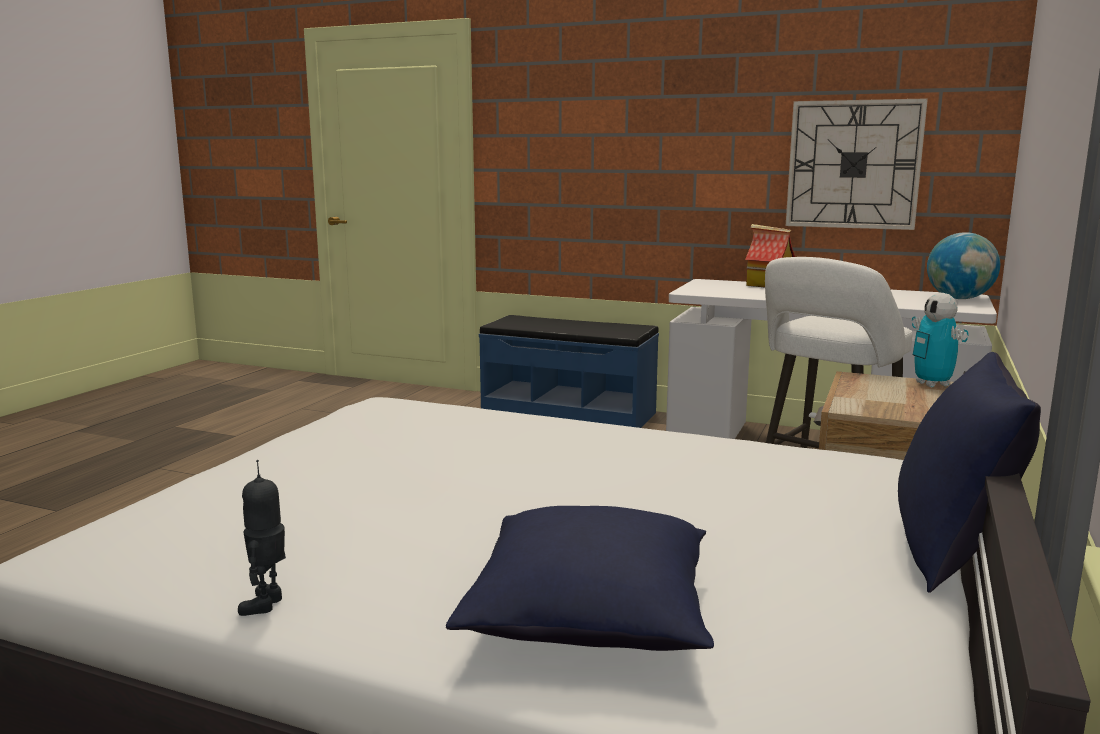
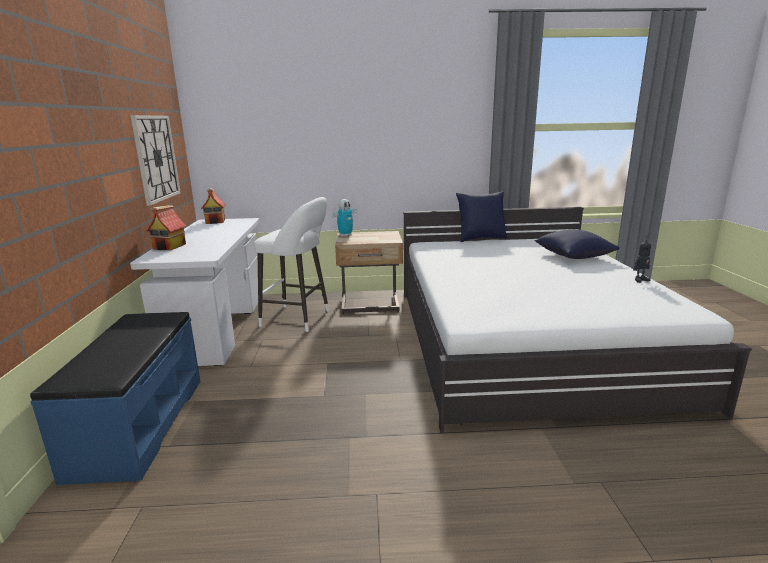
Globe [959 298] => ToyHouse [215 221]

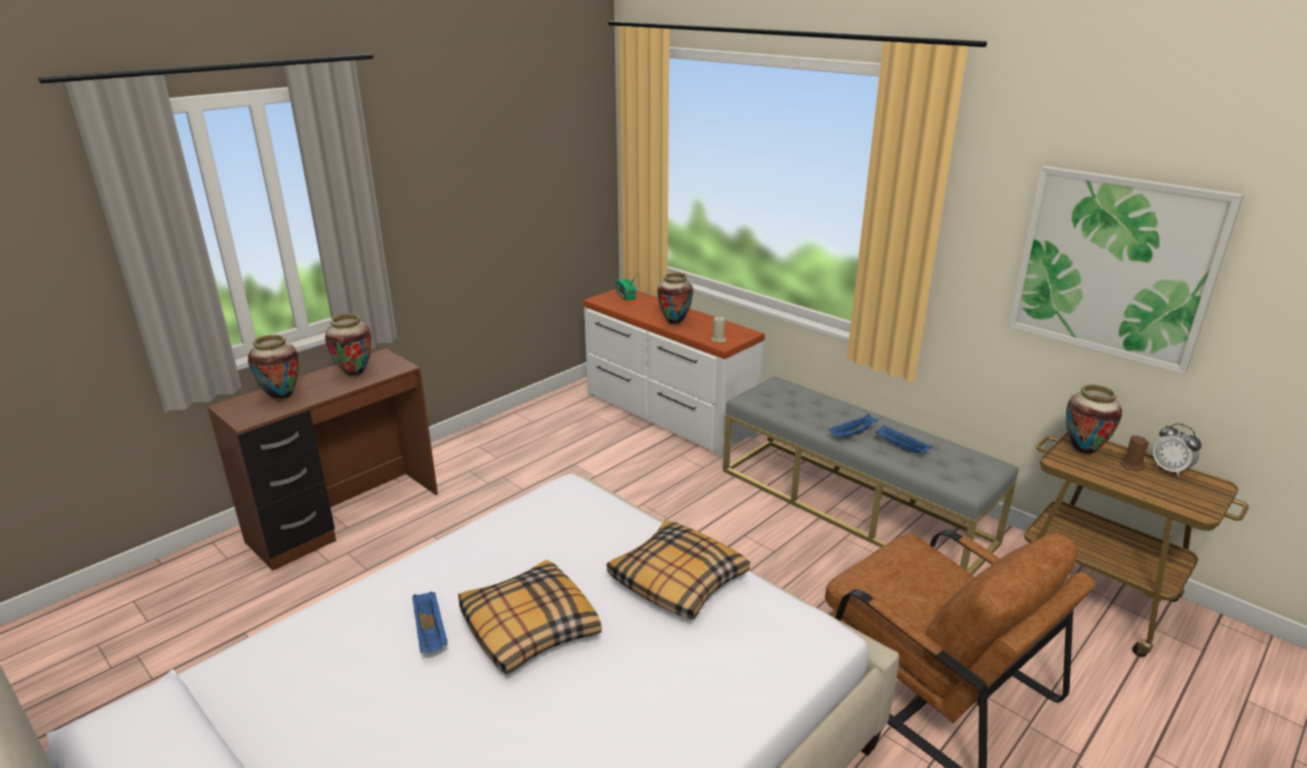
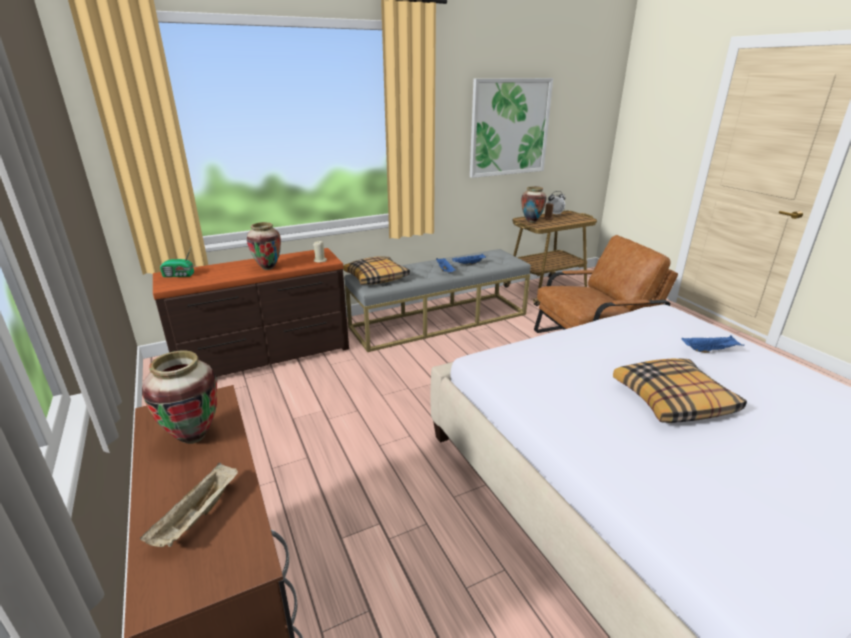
Vase [281 397] => BeigeTray [197 517]
BlueTray [431 633] => BlueTray [709 350], shifted
WhiteDresser [667 415] => BrownDresser [265 356]
Pillow [677 581] => Pillow [376 278], shifted

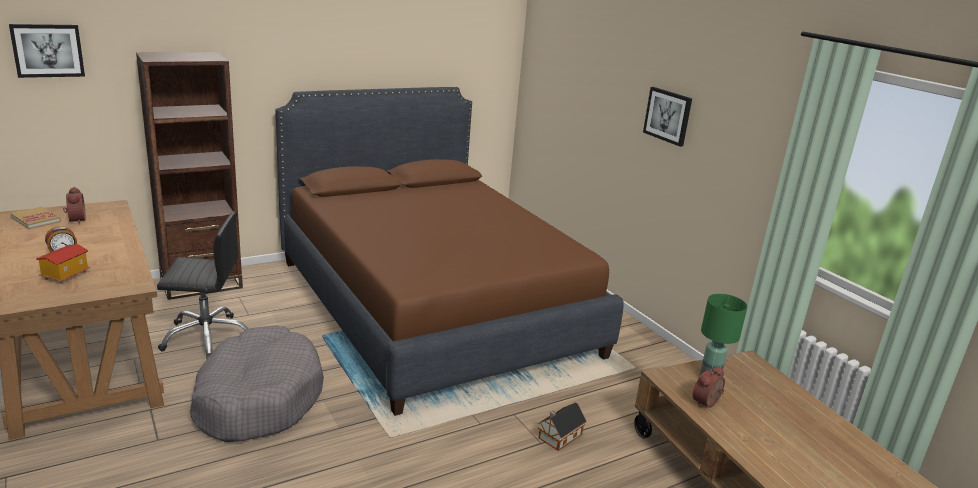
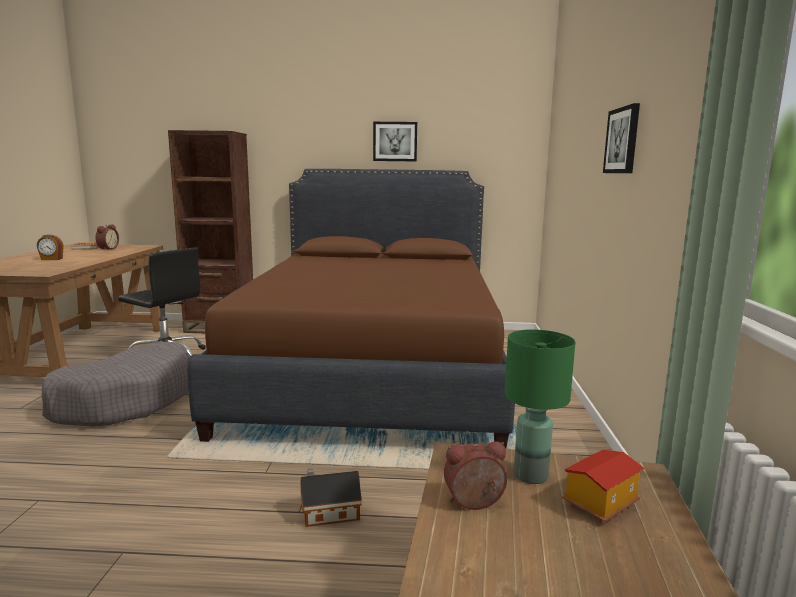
Picture [48 50] => Picture [395 141], shifted
ToyHouse [65 275] => ToyHouse [599 504], shifted

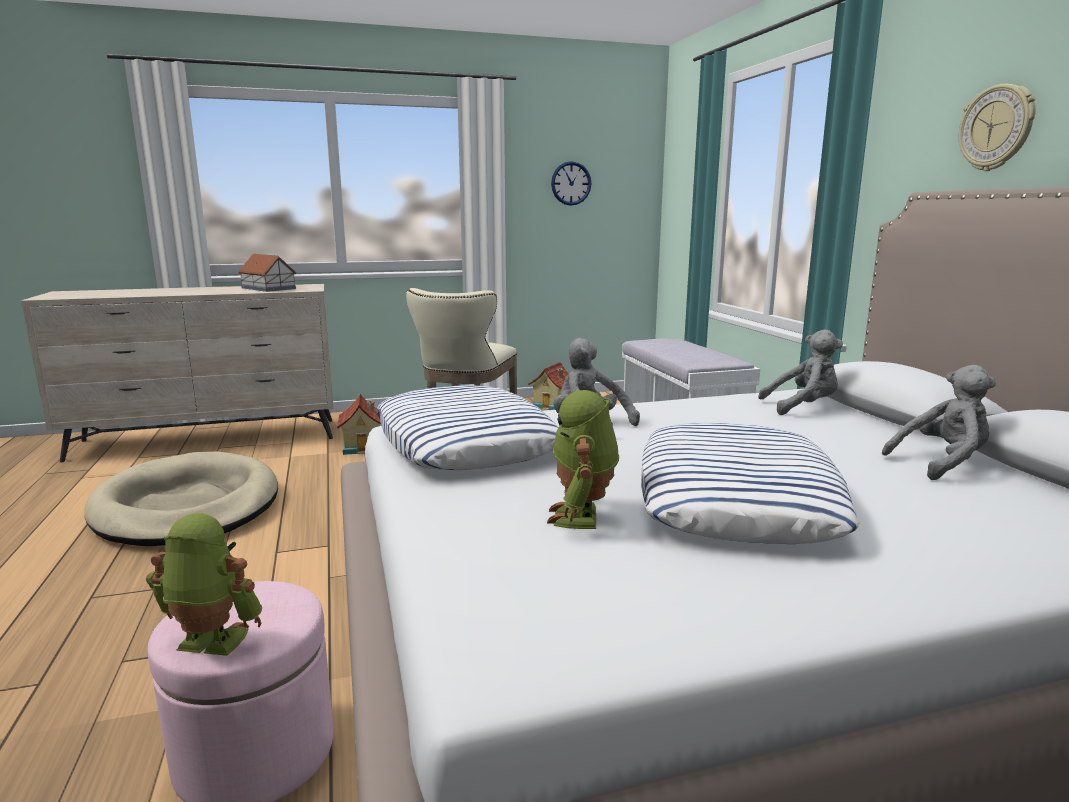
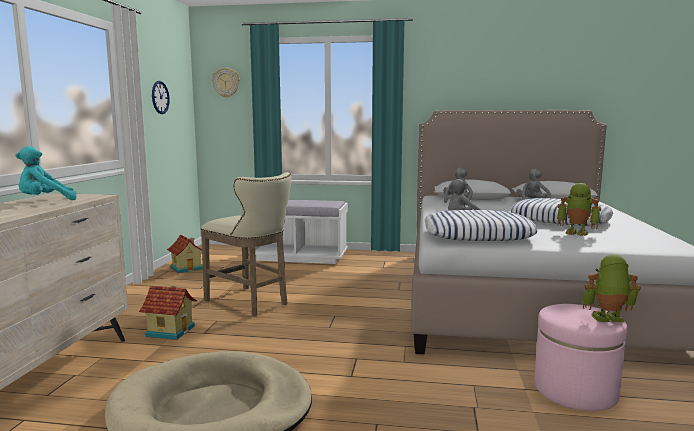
ToyRobot [209 644] => ToyRobot [608 319], 60 degrees clockwise
ToyHouse [268 288] => TurquoisePlushToy [45 201]
WallClock [996 128] => WallClock [226 82], shifted

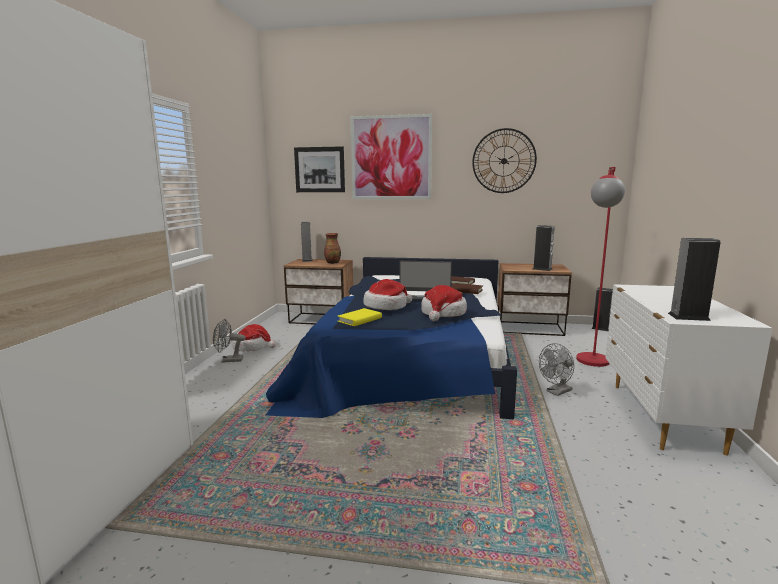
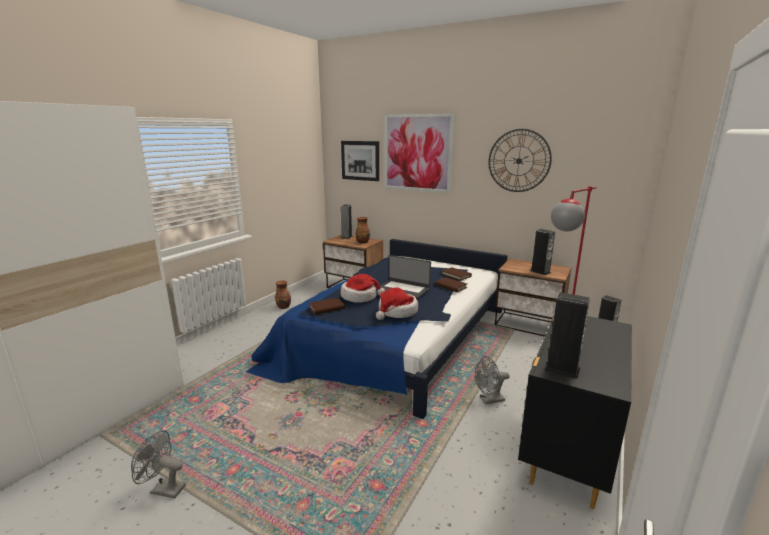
GreyFan [228 360] => GreyFan [163 489], shifted
Hat [252 346] => Vase [284 307]
YellowBook [360 320] => BrownBook [326 308]
WhiteDresser [662 417] => BlackDresser [567 450]

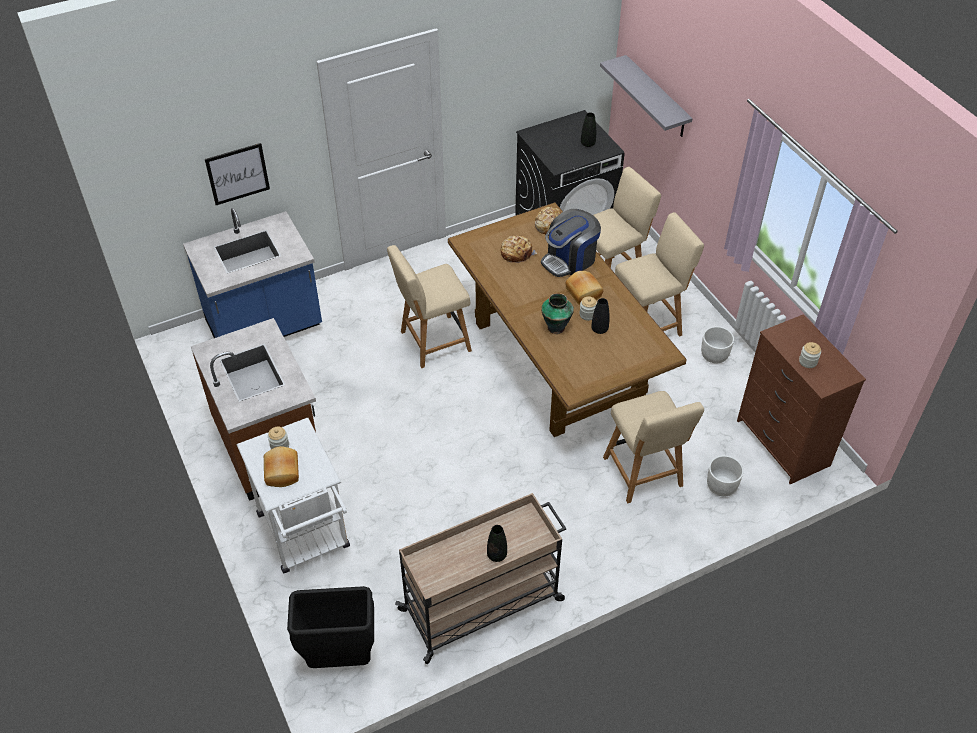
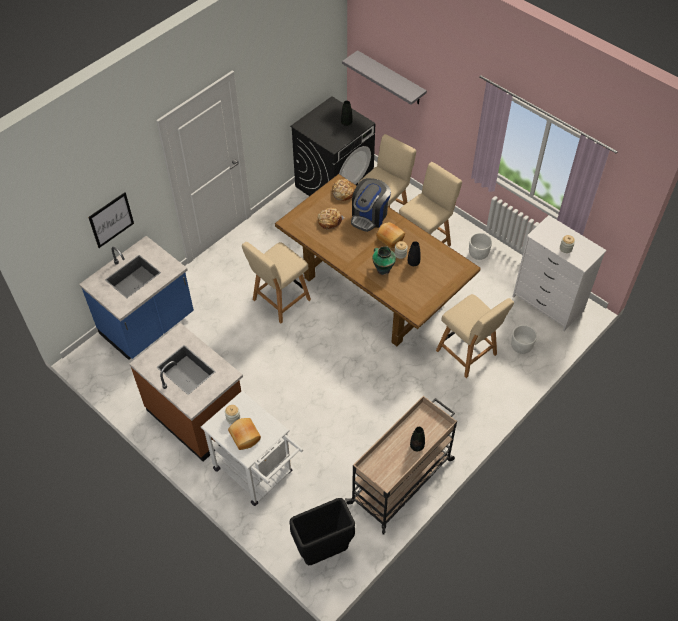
BrownDresser [782 443] => WhiteDresser [547 303]

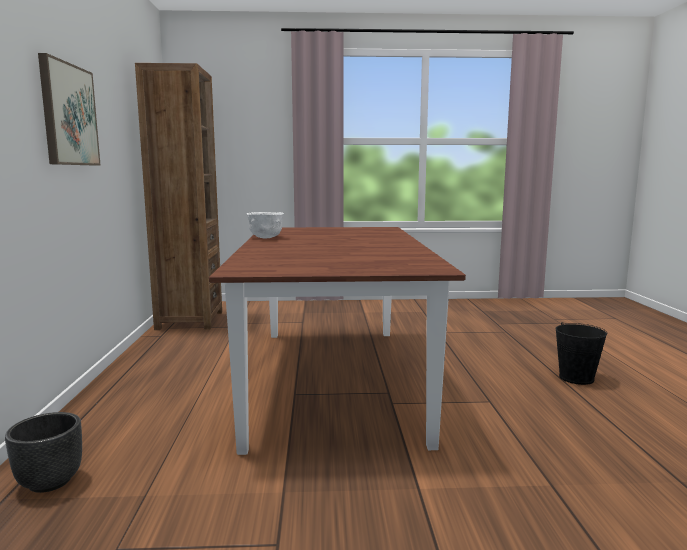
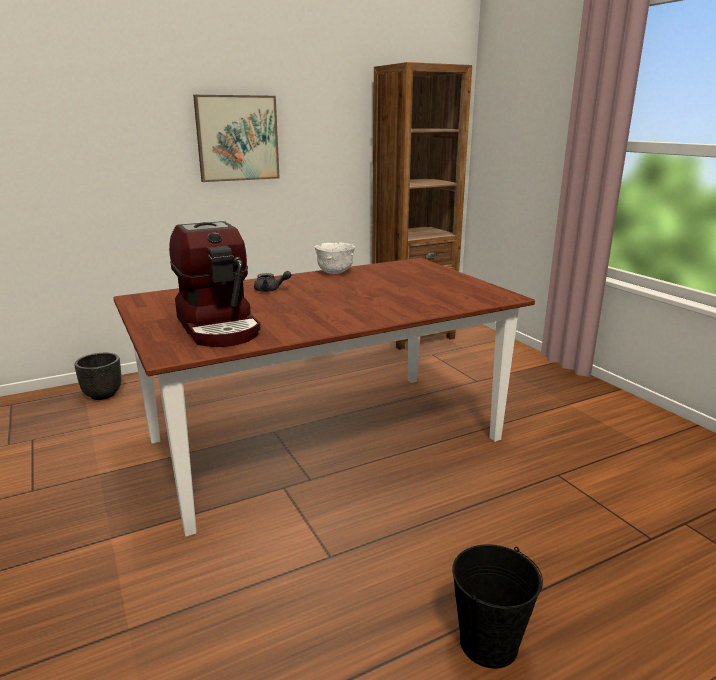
nothing => CoffeeMachine [219 327]
nothing => GreyTeapot [270 290]

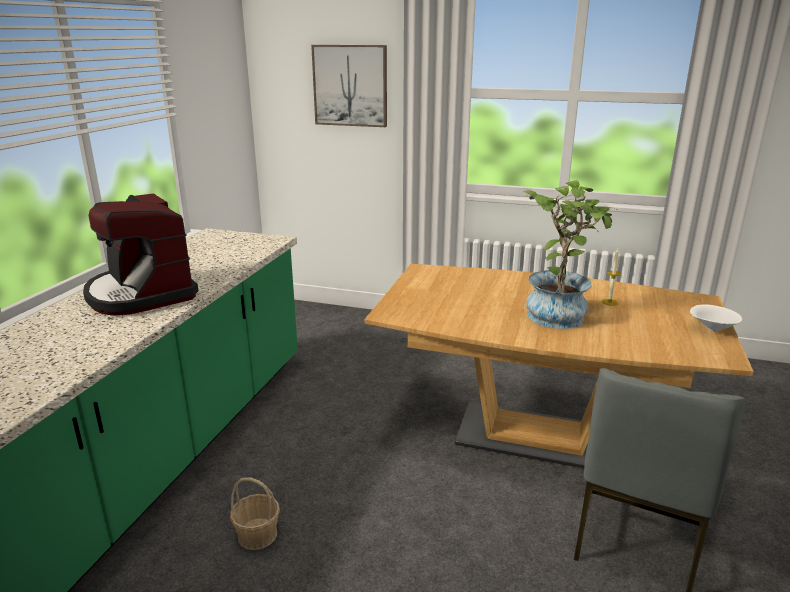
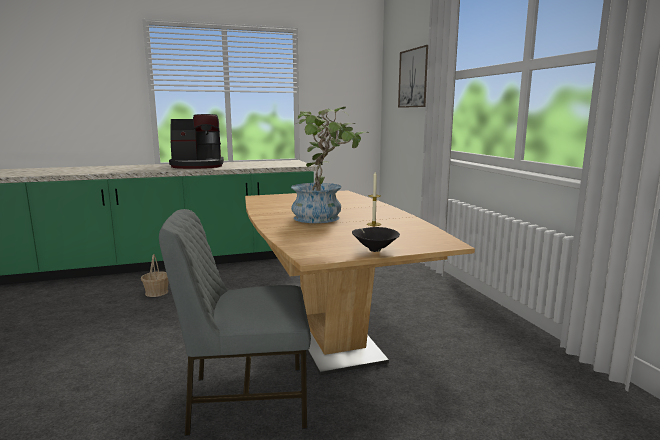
CoffeeMachine [141 294] => CoffeeMachine [198 166], 120 degrees counterclockwise
WhiteBowl [711 329] => BlackBowl [374 250]

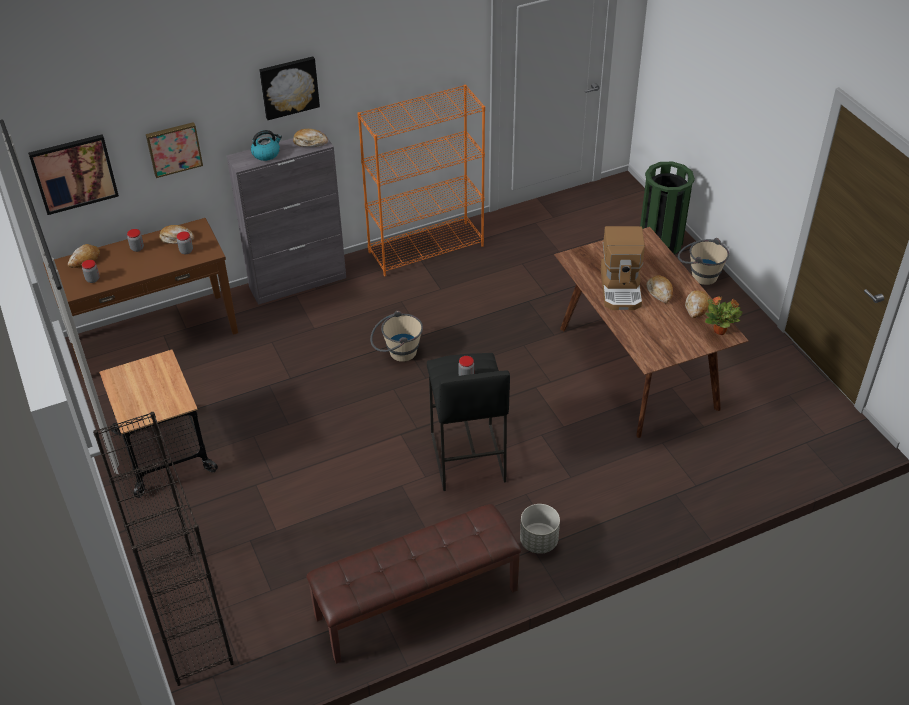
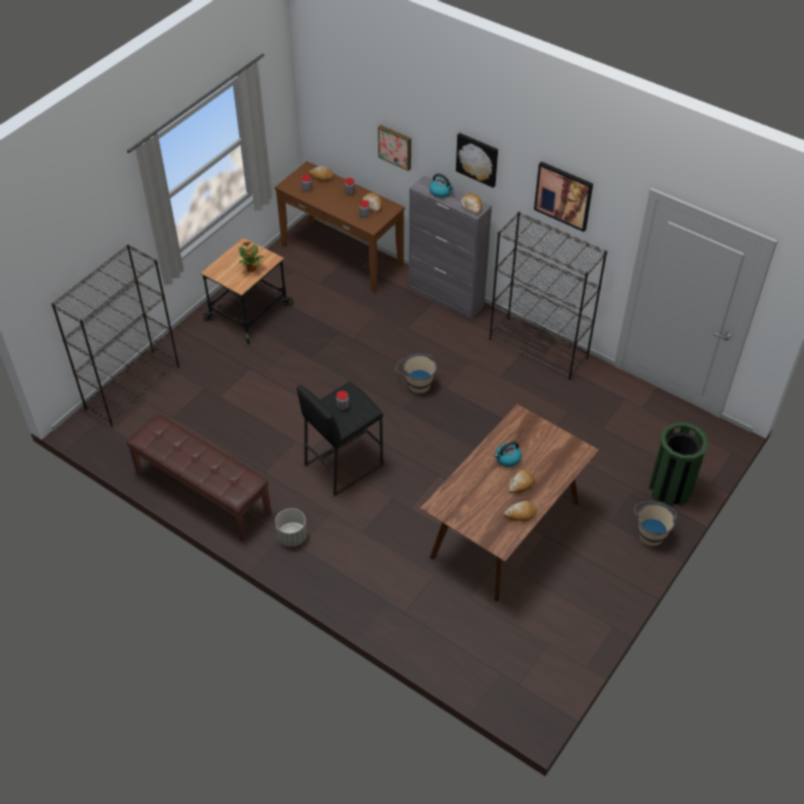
Picture [74 173] => Picture [563 195], shifted
OrangeBookcase [426 248] => BlackBookcase [539 348]
CoffeeMachine [621 288] => Kettle [507 459]
PottedPlant [720 331] => PottedPlant [251 269], shifted

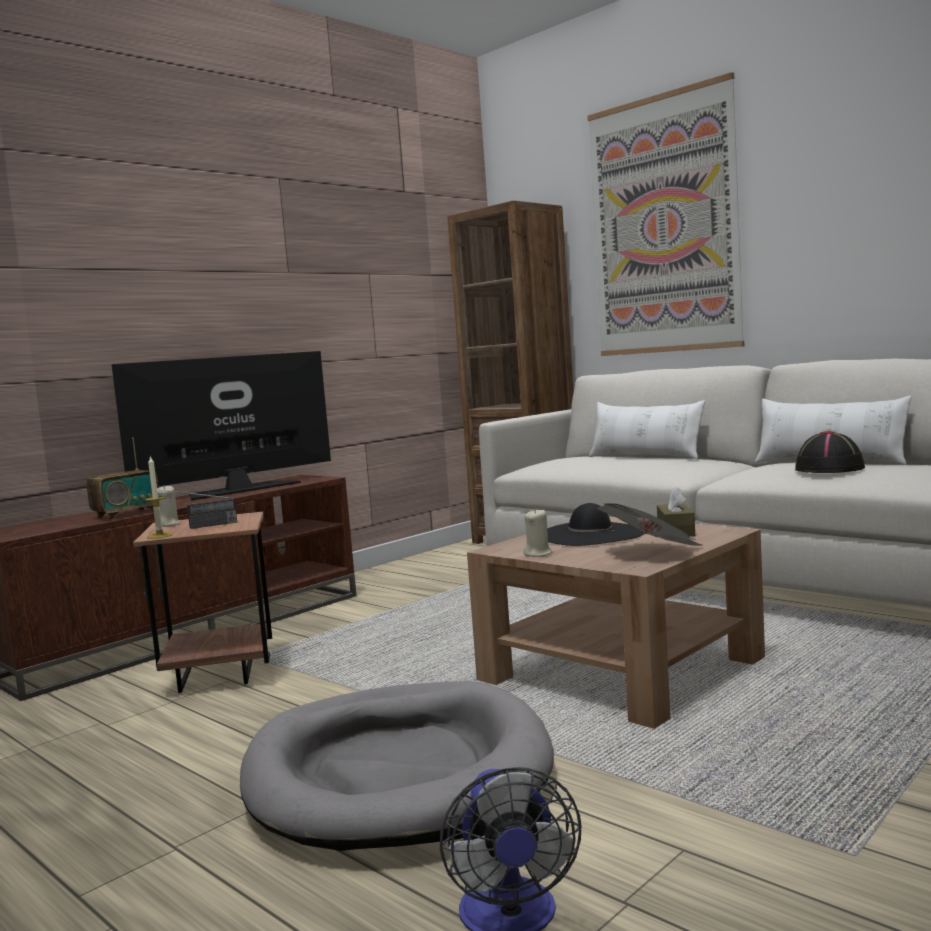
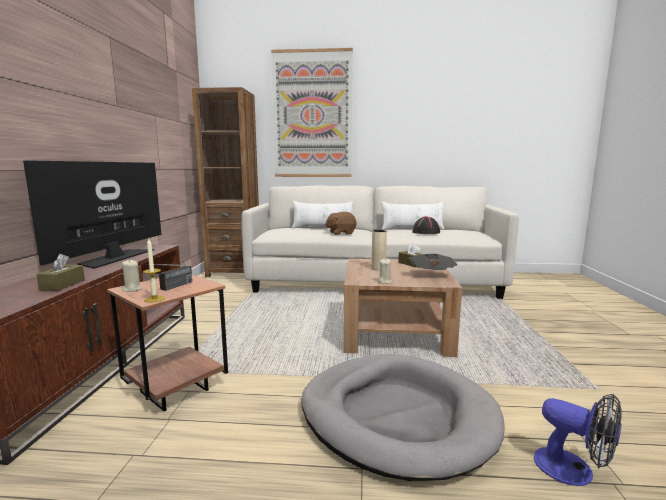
Radio [126 514] => BrownTissueBox [63 285]
BlackHat [590 534] => BeigeVase [378 268]
nothing => BrownPlushToy [341 233]

